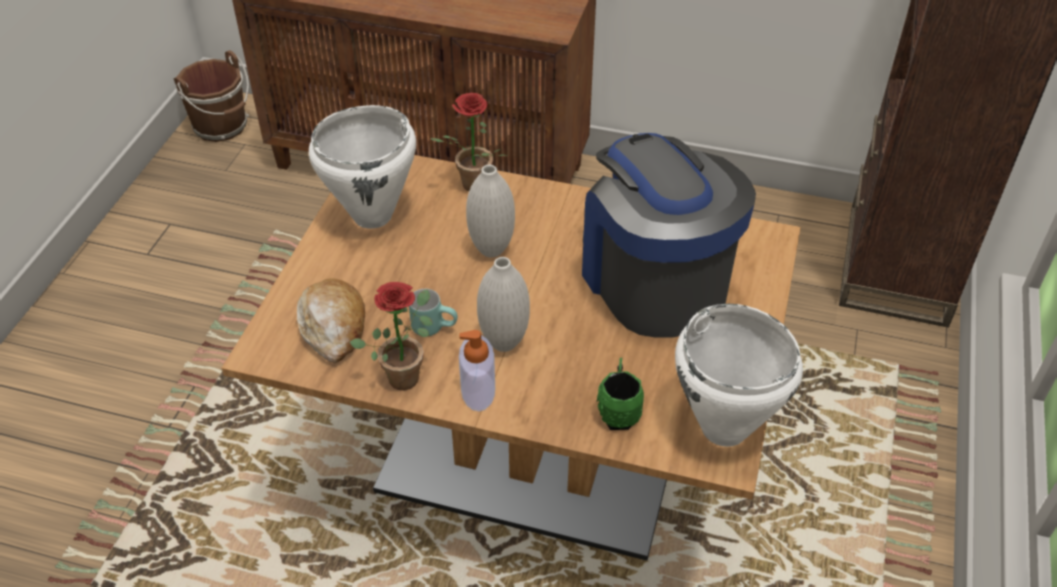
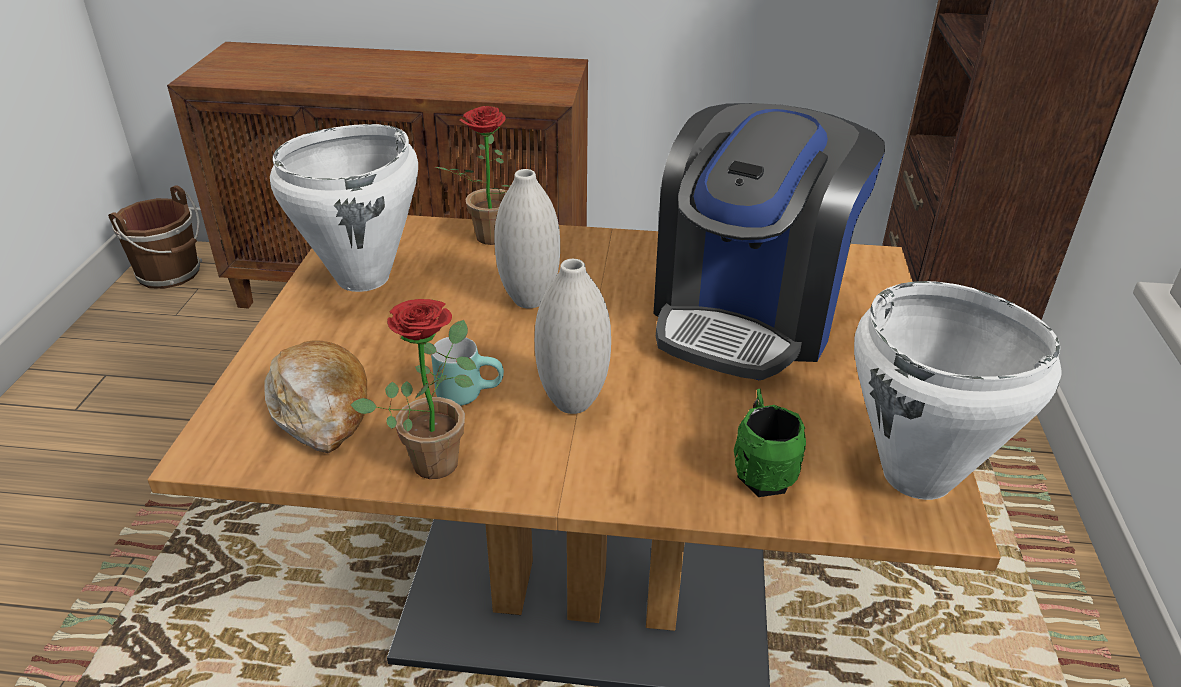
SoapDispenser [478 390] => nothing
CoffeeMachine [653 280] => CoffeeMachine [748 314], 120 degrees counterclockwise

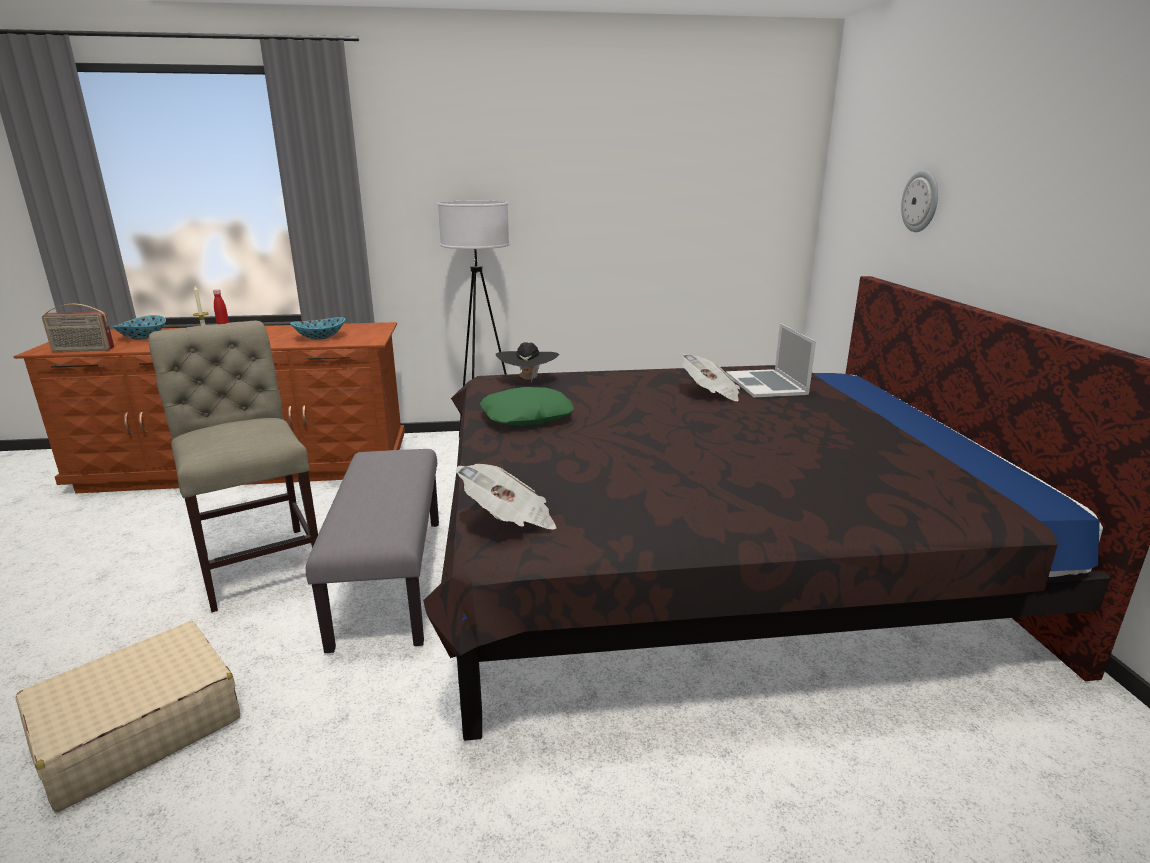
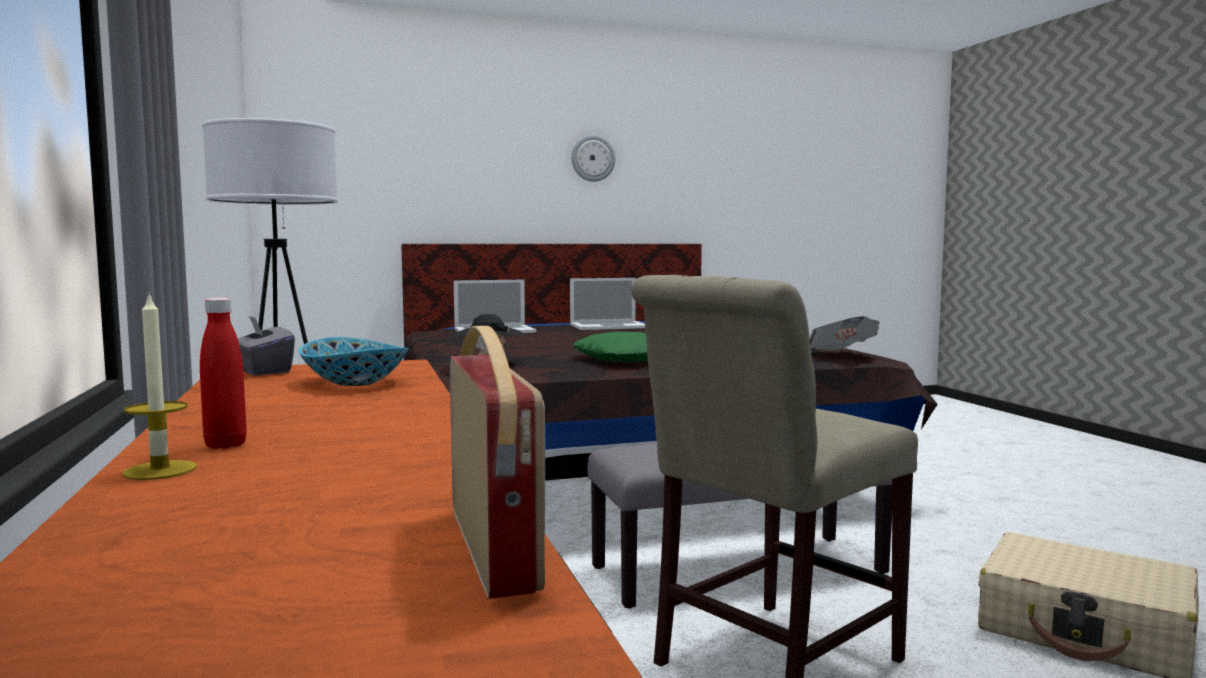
Bowl [142 337] => nothing
Newspaper [711 393] => nothing
WallClock [921 201] => WallClock [593 158], shifted
nothing => GreyTissueBox [262 371]
nothing => Laptop [608 326]

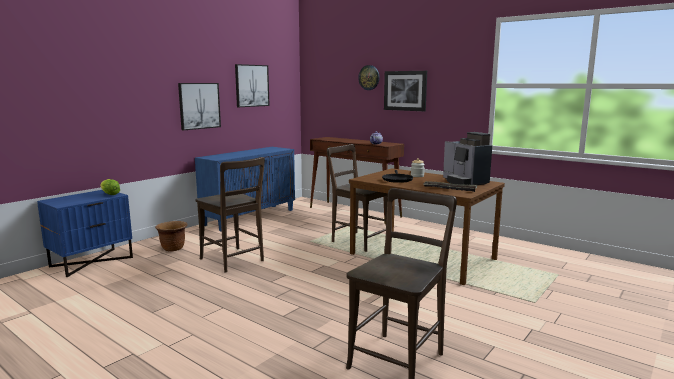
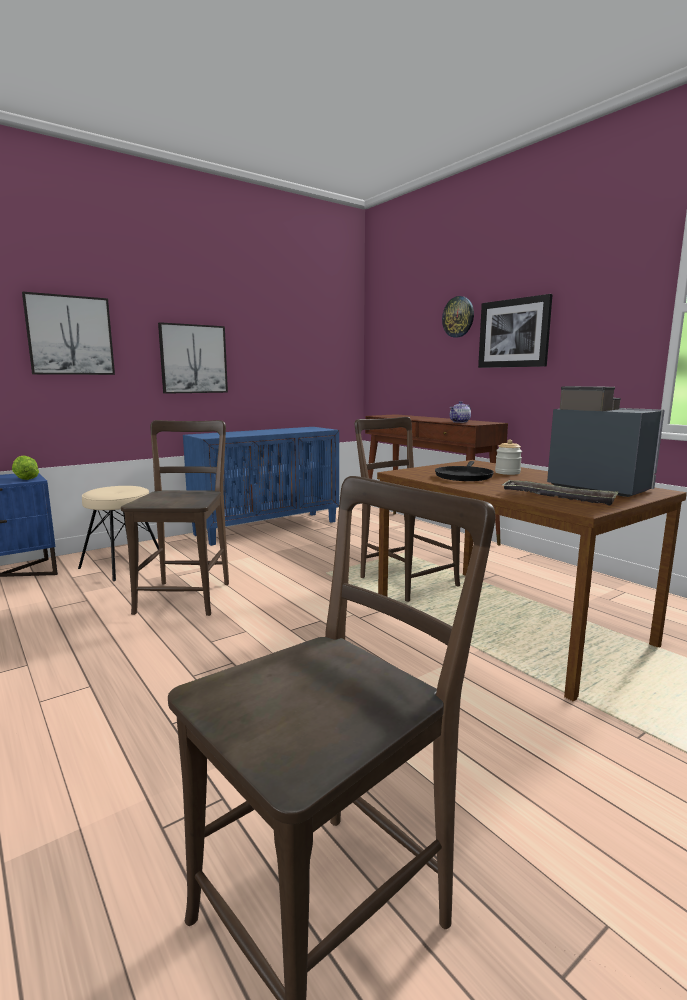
BrownPlanter [173 248] => BeigeStool [123 566]
BrownChair [233 261] => BrownChair [186 595], 150 degrees counterclockwise
Picture [251 85] => Picture [70 335], shifted
CoffeeMachine [464 182] => CoffeeMachine [596 487], 150 degrees clockwise

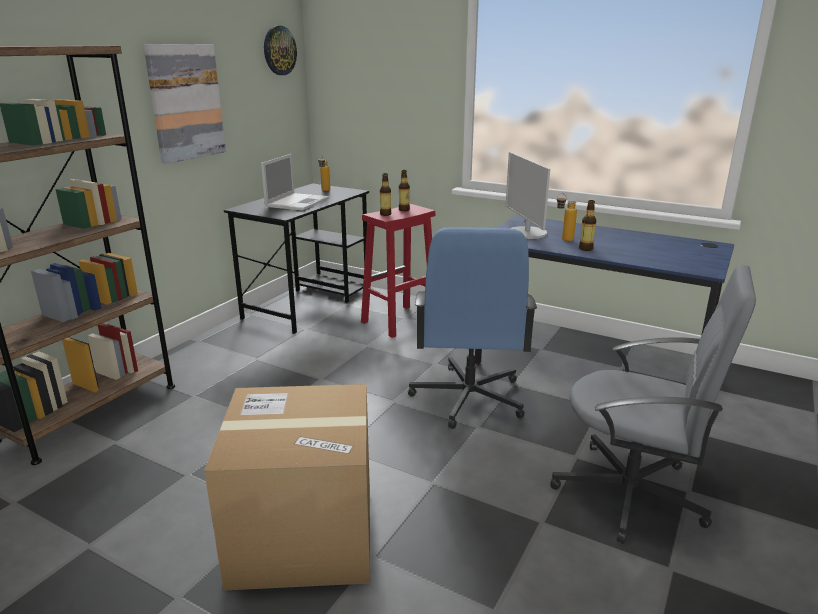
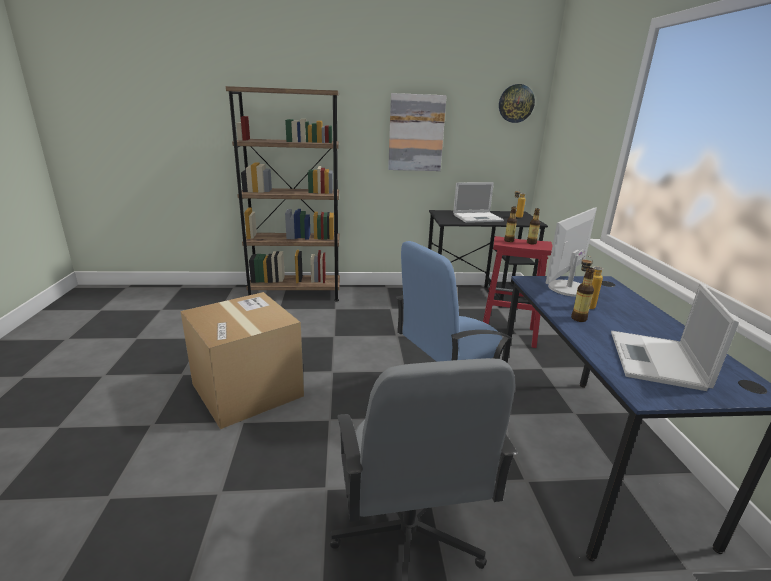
nothing => Laptop [657 361]

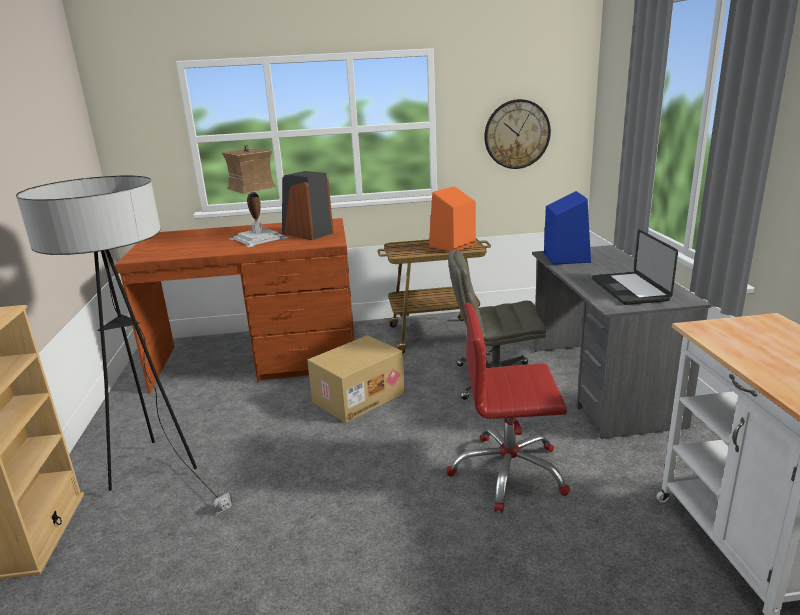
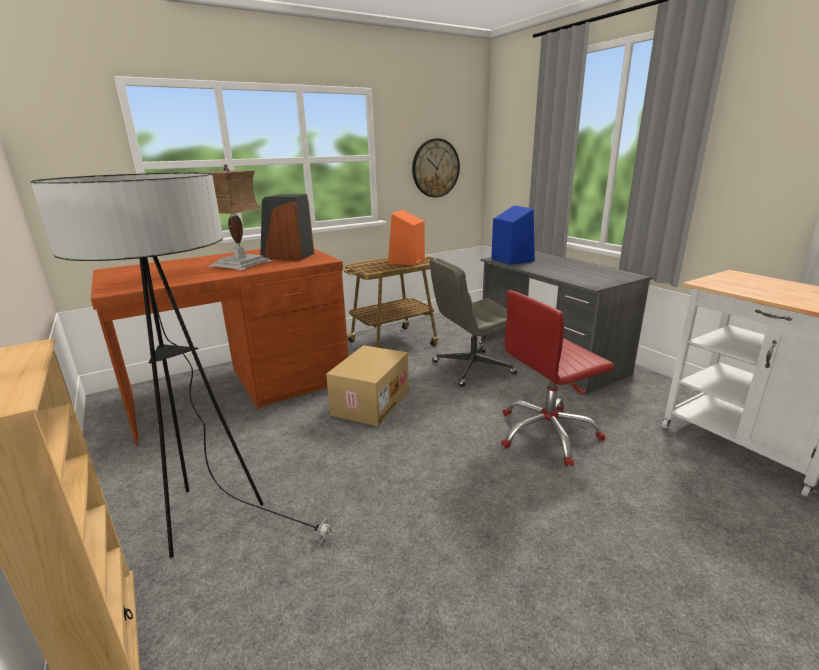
Laptop [629 289] => nothing

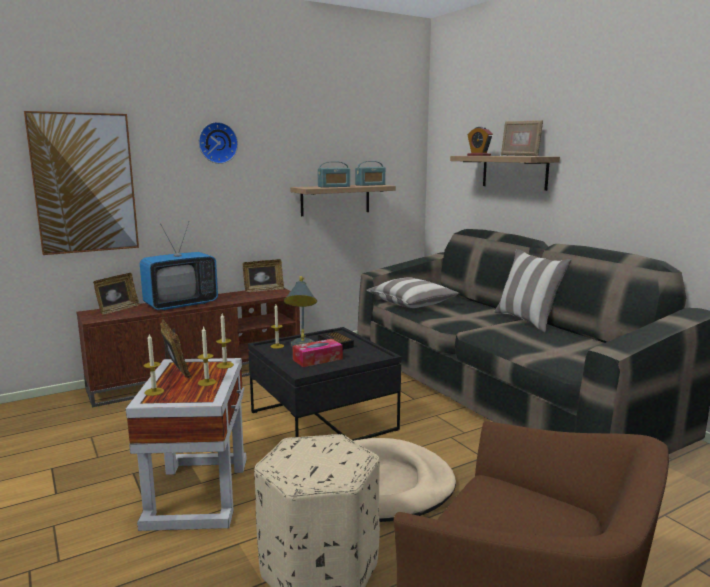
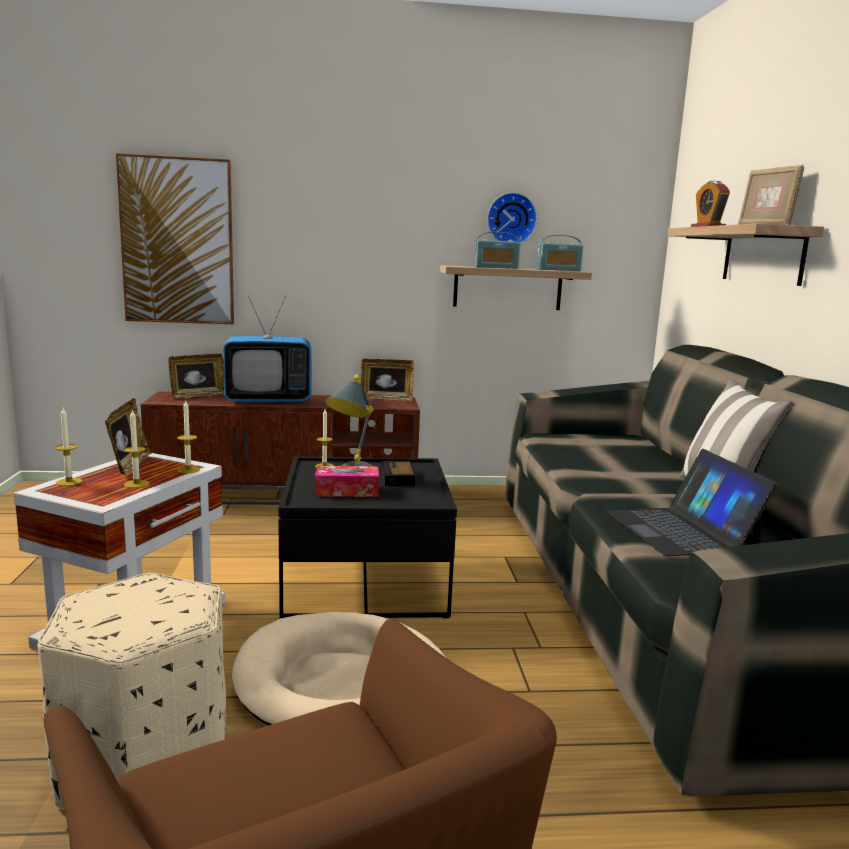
WallClock [217 143] => WallClock [511 219], shifted
Pillow [411 304] => nothing
nothing => Laptop [681 530]

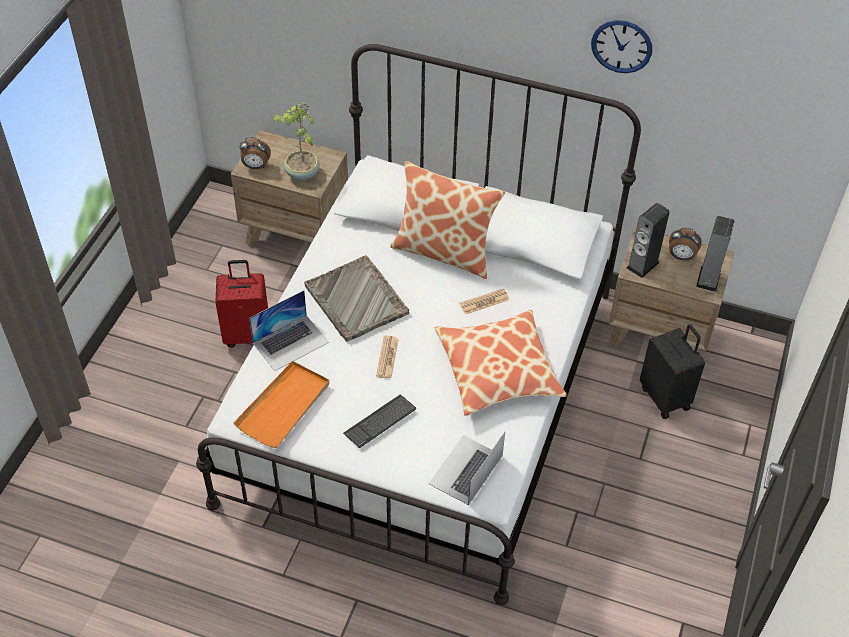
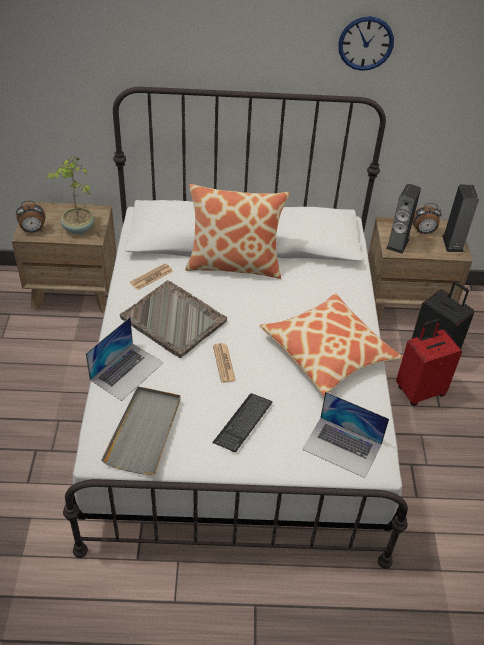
RedSuitcase [248 334] => RedSuitcase [419 390], shifted
OrangeTray [284 406] => GreyTray [144 431]
Laptop [466 470] => Laptop [342 446], 75 degrees counterclockwise
Newspaper [484 302] => Newspaper [151 277], shifted

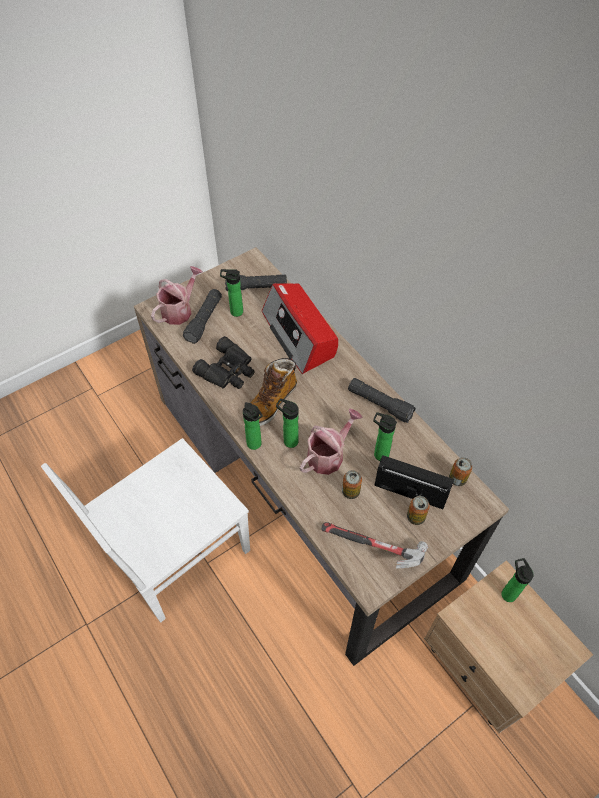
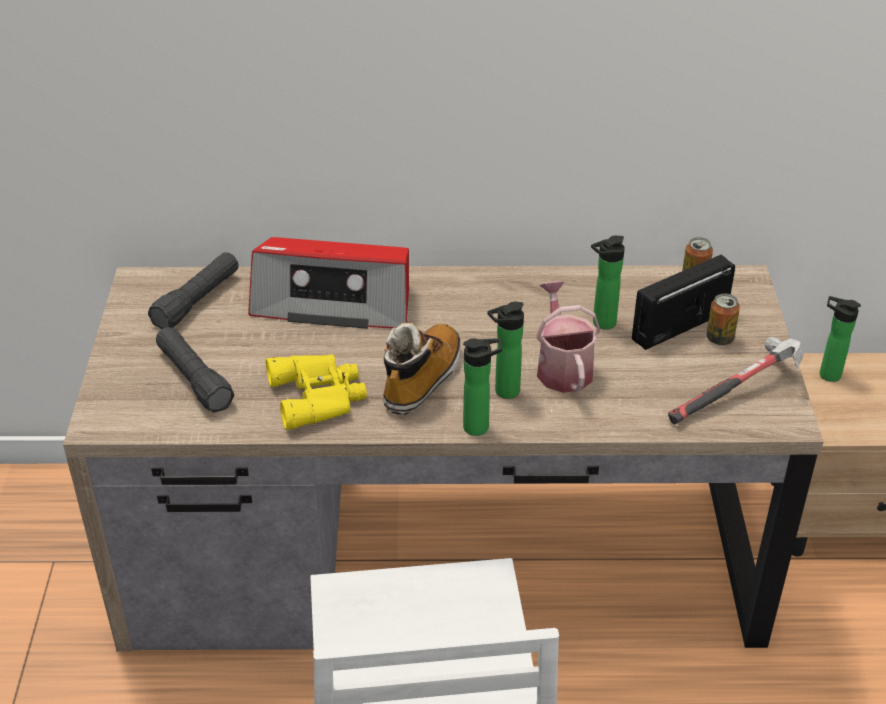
WateringCan [179 310] => nothing
BlackBinoculars [228 370] => YellowBinoculars [319 396]
Bottle [234 312] => nothing
Boot [271 402] => Boot [422 379], 135 degrees counterclockwise
Can [350 491] => nothing
BlackFlashlight [380 404] => nothing

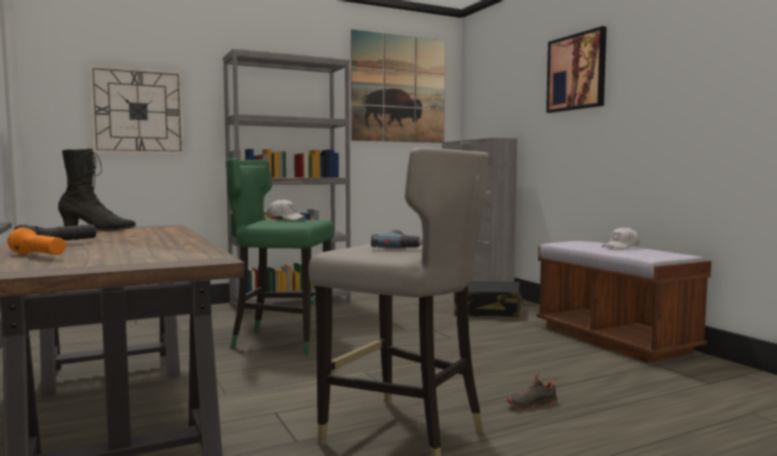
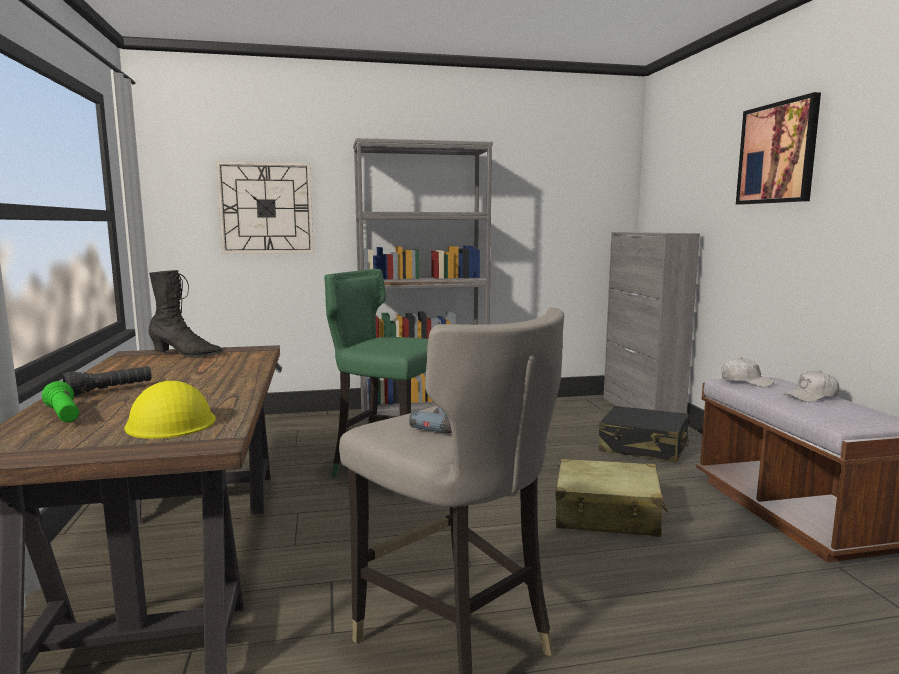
OrangeFlashlight [39 256] => GreenFlashlight [64 416]
WhiteCap [286 219] => WhiteCap [746 381], shifted
Picture [399 89] => nothing
BlackShoe [531 404] => nothing
nothing => YellowHardHat [170 422]
nothing => BeigeSuitcase [607 514]

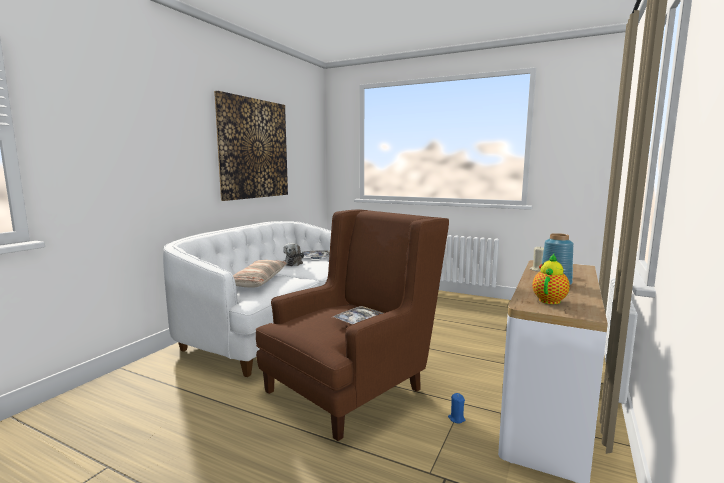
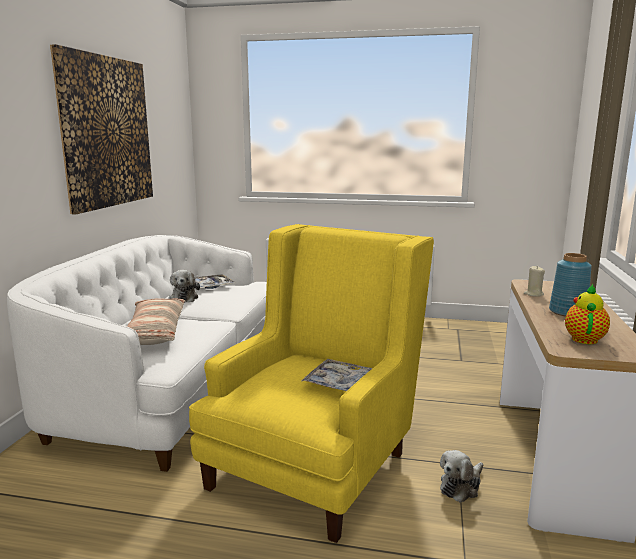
BrownArmchair [353 385] => YellowArmchair [317 461]
BlueCandle [456 418] => PlushToy [461 486]

